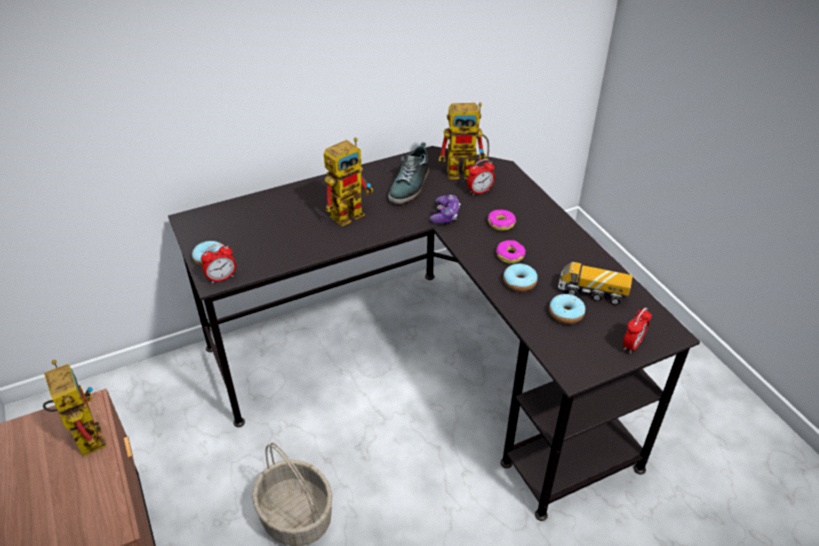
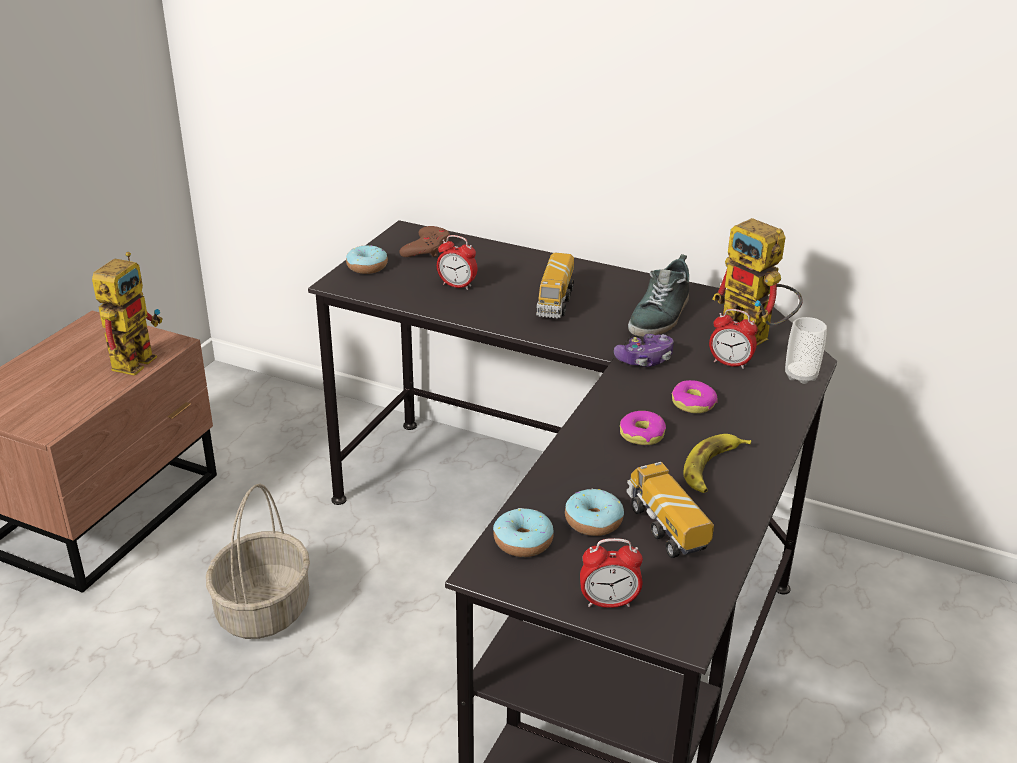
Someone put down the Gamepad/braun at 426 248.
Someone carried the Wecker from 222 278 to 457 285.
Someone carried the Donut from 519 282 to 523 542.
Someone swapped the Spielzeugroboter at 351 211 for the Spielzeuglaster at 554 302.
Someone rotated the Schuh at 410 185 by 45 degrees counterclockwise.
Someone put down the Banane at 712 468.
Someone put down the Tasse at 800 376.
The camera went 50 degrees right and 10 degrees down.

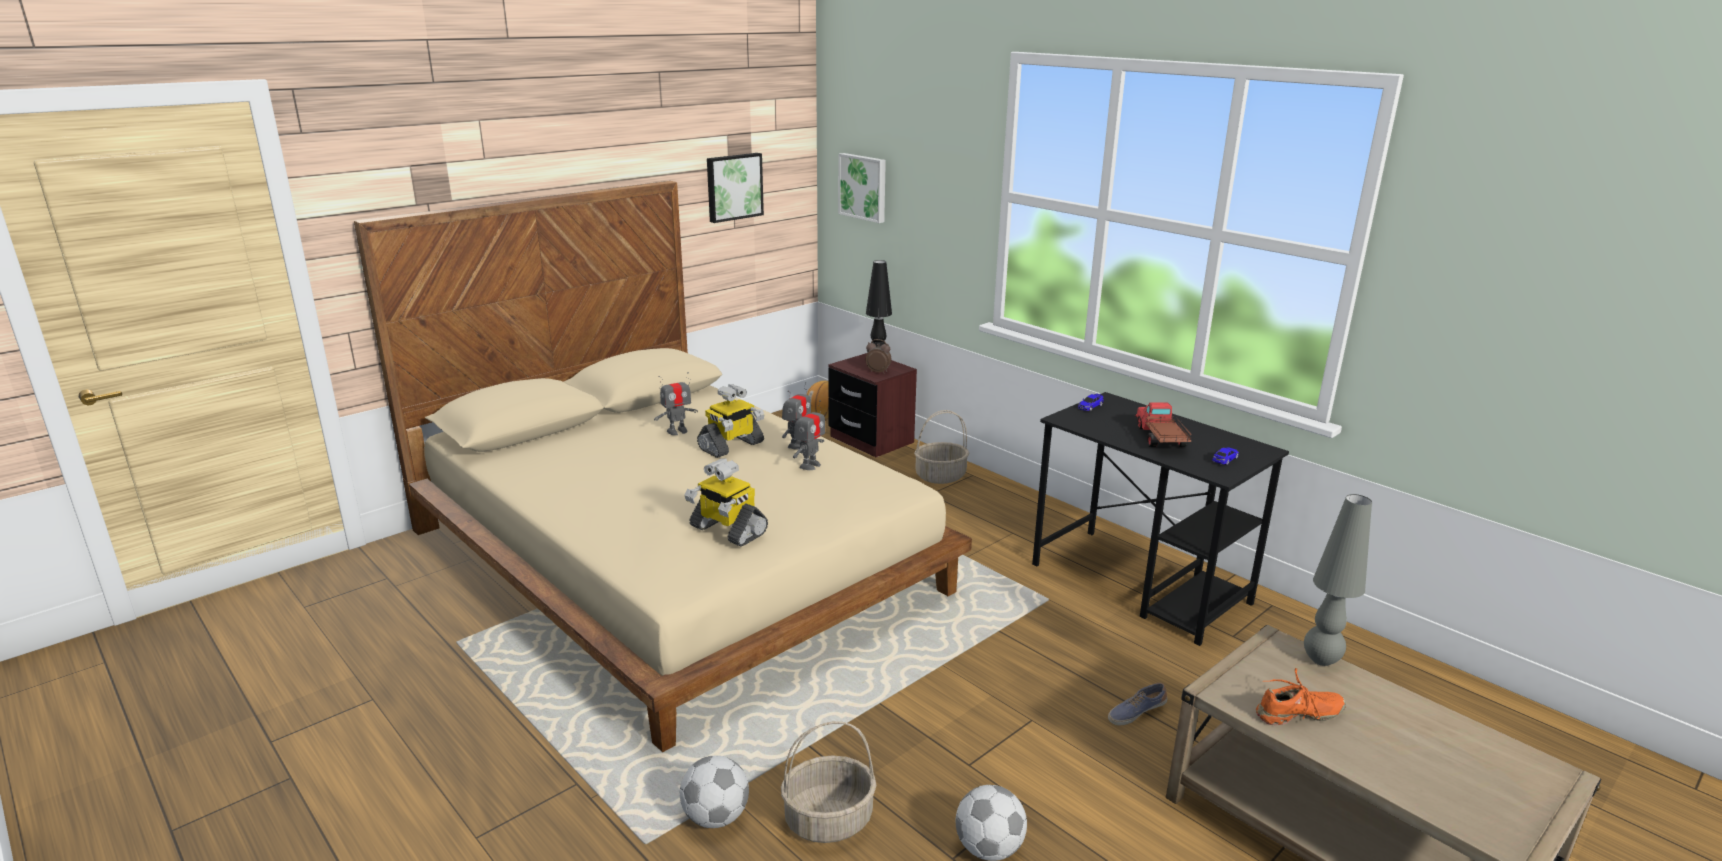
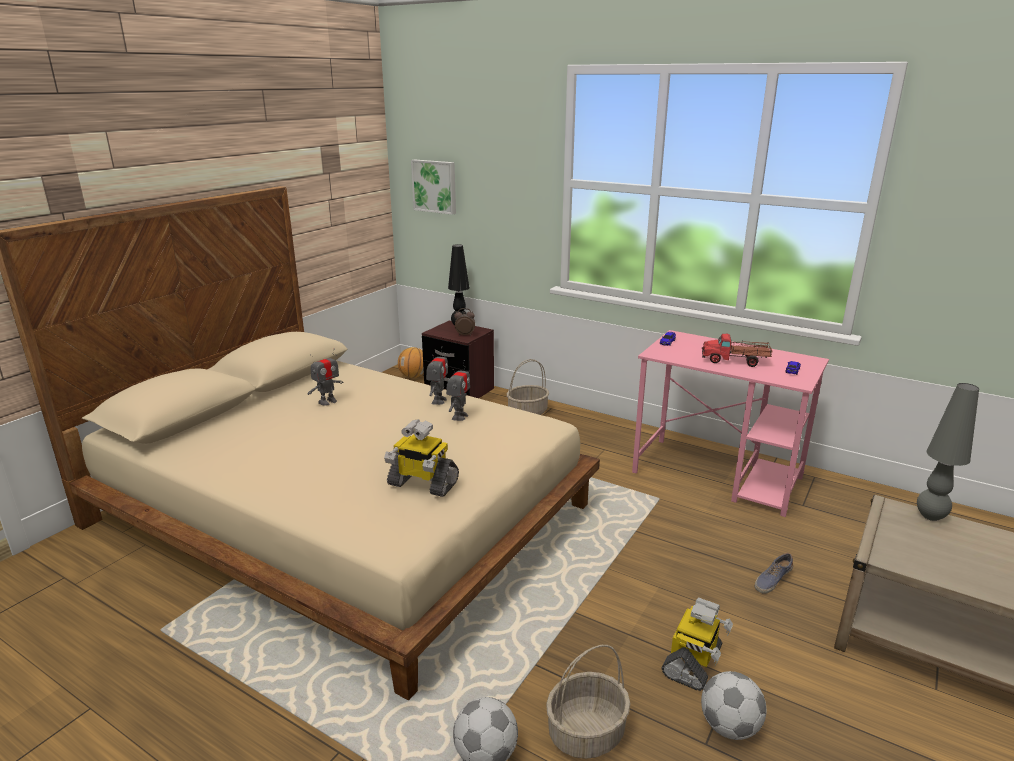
Someone repainted the Schreibtisch/schwarz at 1141 584, which became the Schreibtisch/rosa at 718 475.
Someone carried the Spielzeugroboter from 731 446 to 693 663.
Someone rotated the Spielzeuglaster at 1160 439 by 60 degrees counterclockwise.
Someone took away the Bild at 733 187.
Someone took away the Schuh/orange at 1298 715.
The camera went 15 degrees left and 0 degrees up.

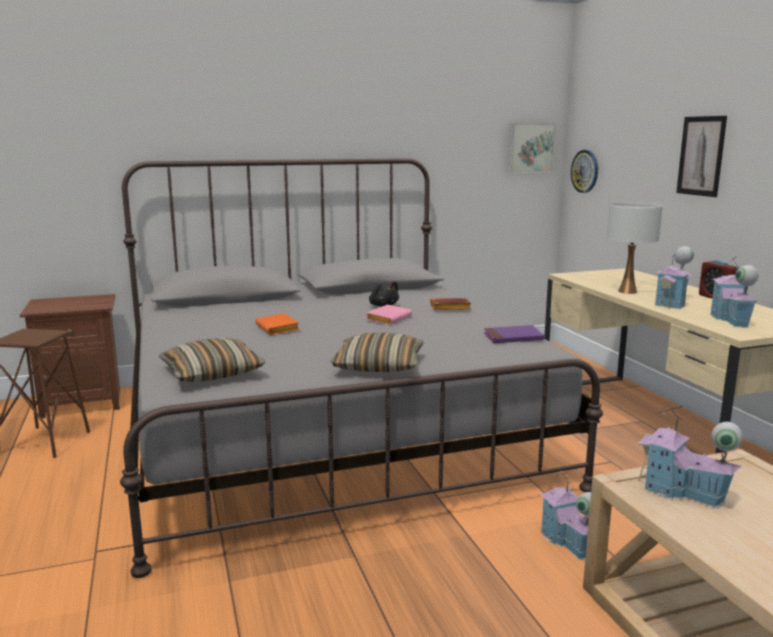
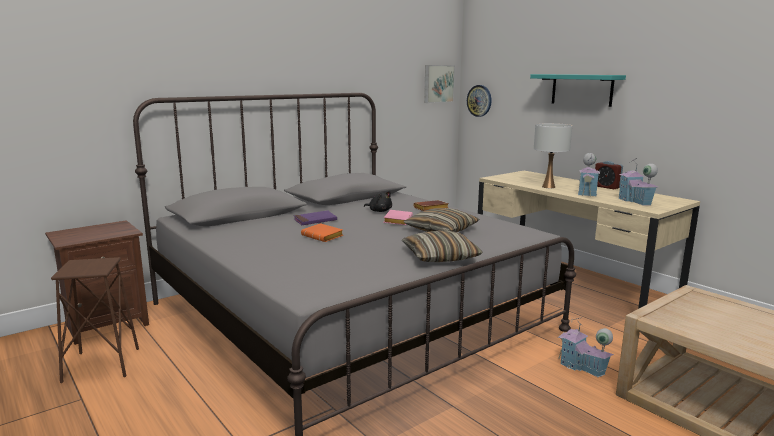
Someone carried the Buch/lila from 513 337 to 315 220.
Someone carried the Kissen from 212 373 to 441 230.
Someone swapped the Bild at 701 156 for the Wandregal/türkis at 581 89.
Someone took away the Spielzeughaus at 682 492.
The camera went 20 degrees left and 0 degrees up.

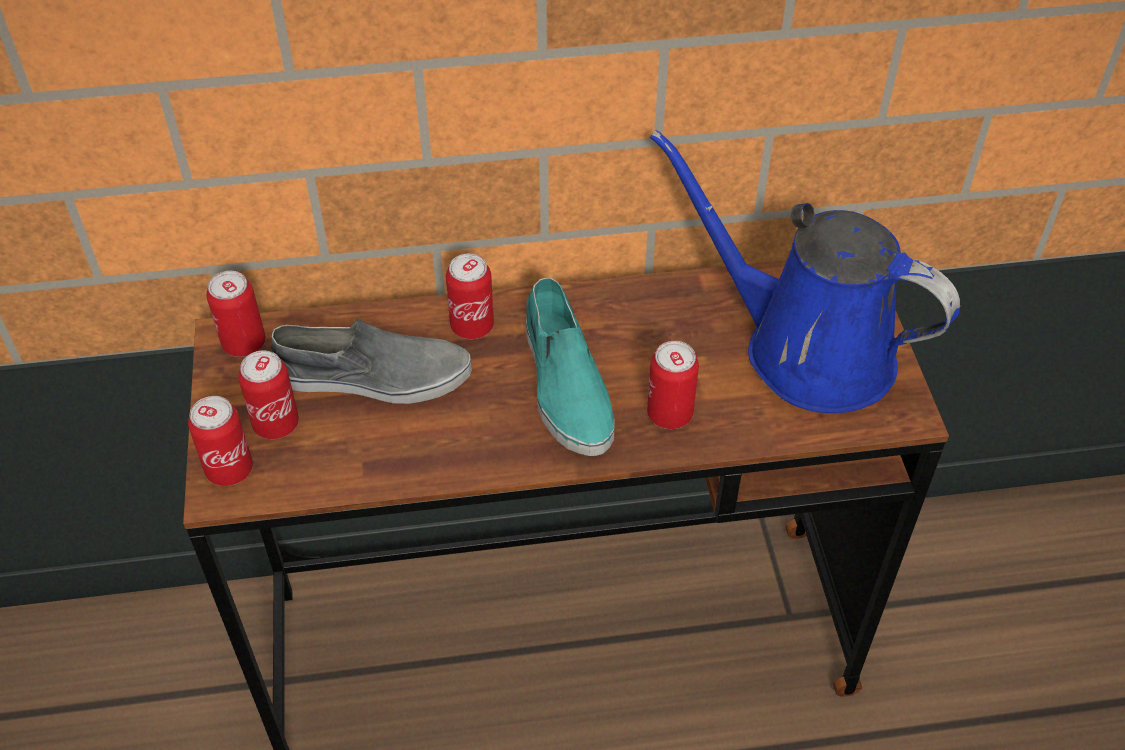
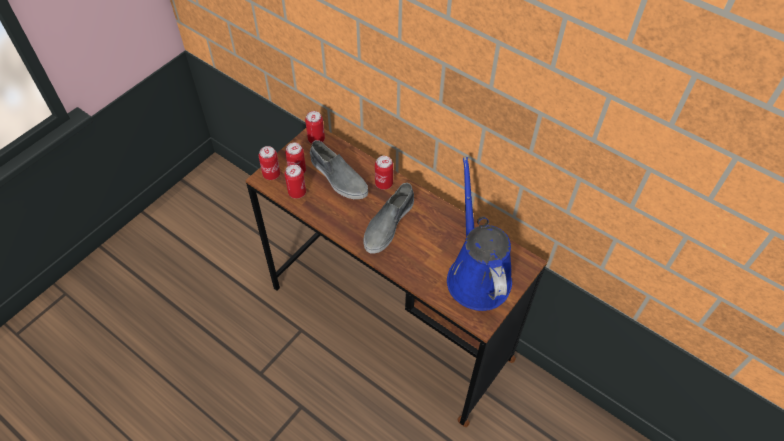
Someone carried the Dose from 669 414 to 297 192.
Someone repainted the Schuh/türkis at 565 384, which became the Schuh/grau at 388 224.
The camera went 45 degrees right and 5 degrees up.

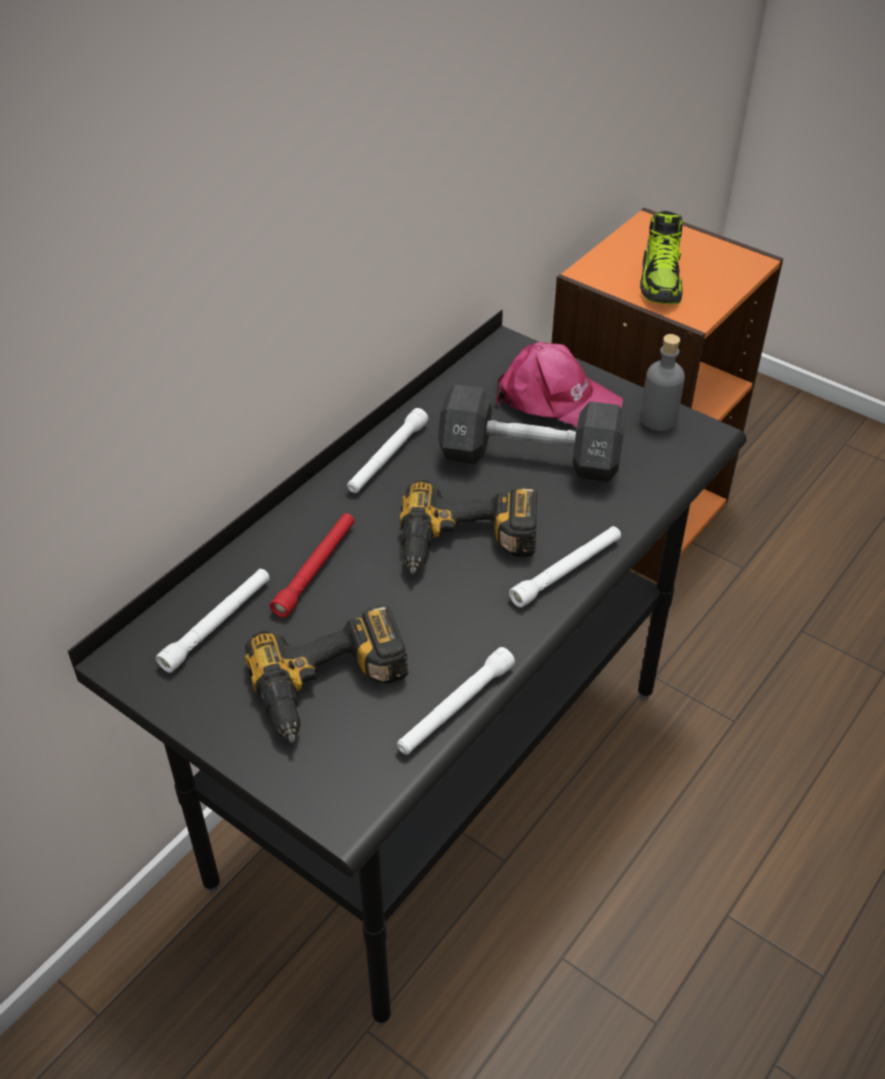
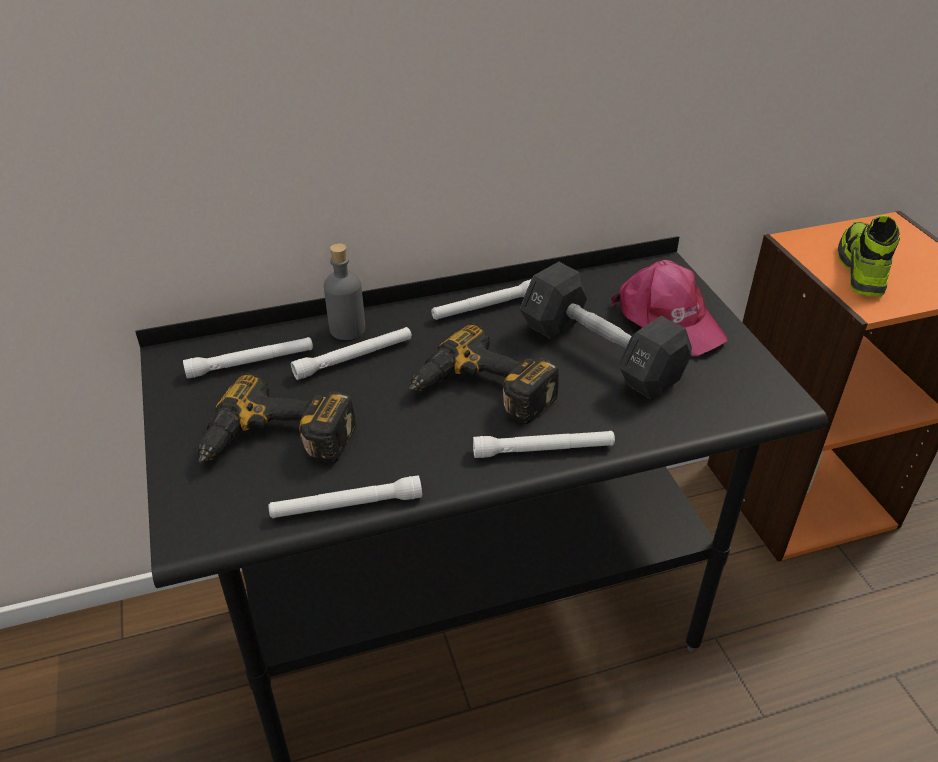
Someone repainted the Taschenlampe/rot at 316 569, which became the Taschenlampe/weiß at 354 358.
Someone carried the Flasche/grau from 658 419 to 347 329.
Someone rotated the Schuh at 660 281 by 150 degrees clockwise.
The camera went 35 degrees right and 5 degrees down.

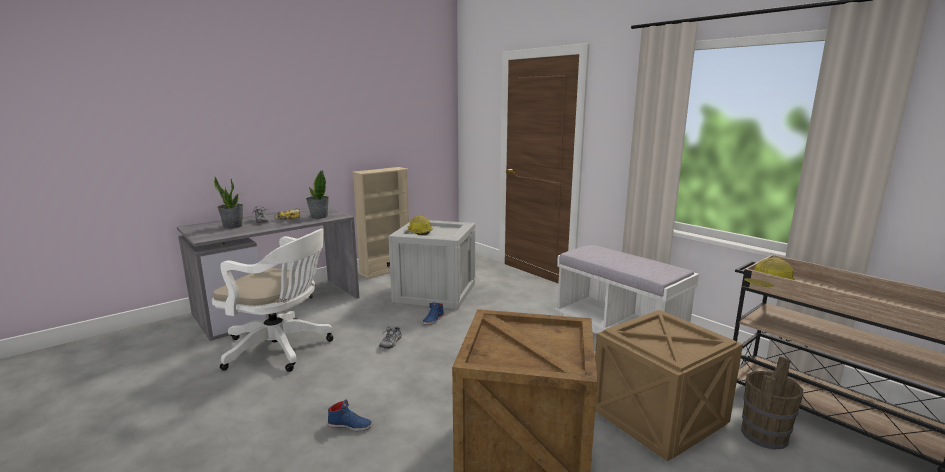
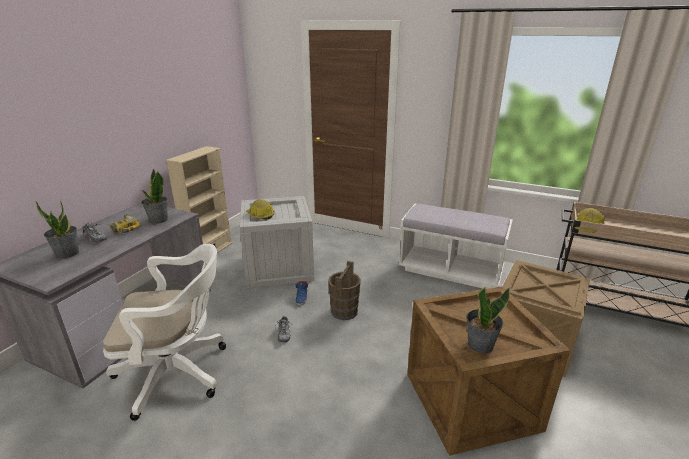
Someone carried the Eimer/braun from 763 435 to 344 312.
Someone put down the Topfpflanze at 480 344.
Someone took away the Schuh/blau at 350 425.
The camera went 25 degrees left and 10 degrees up.

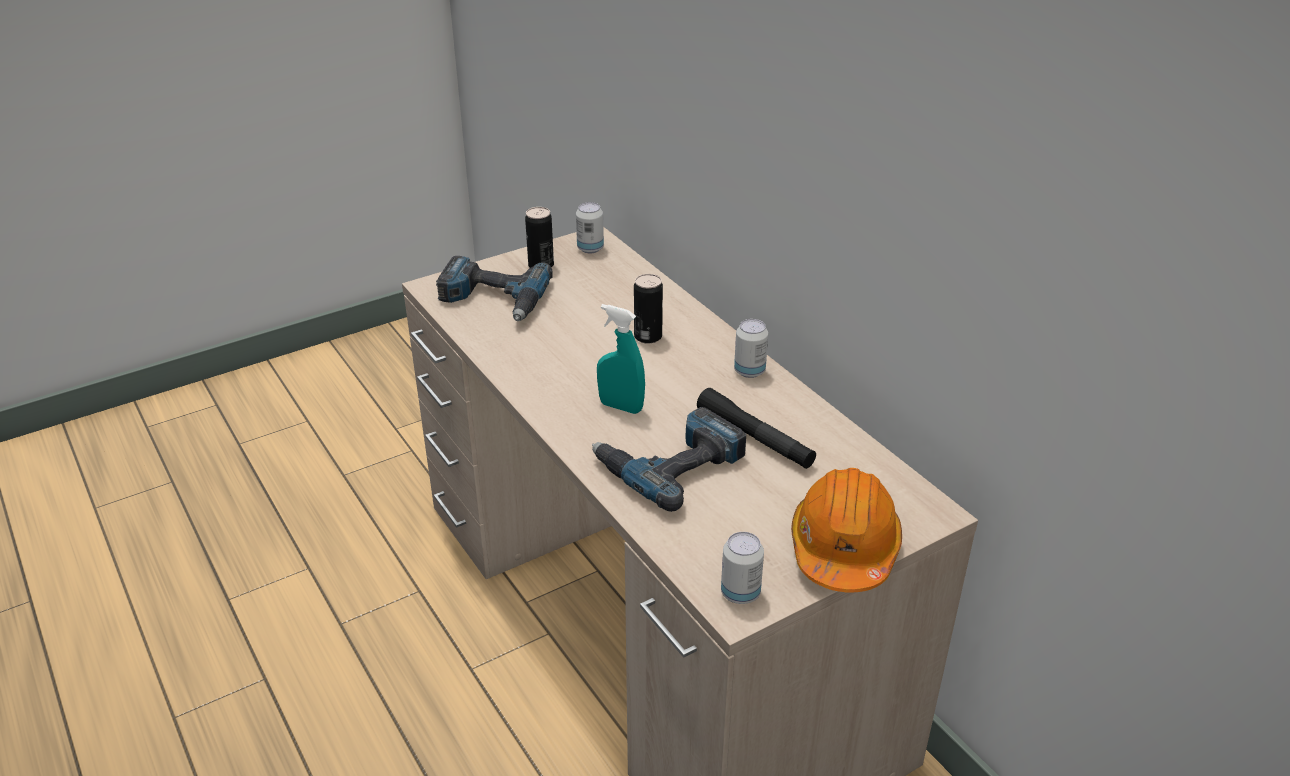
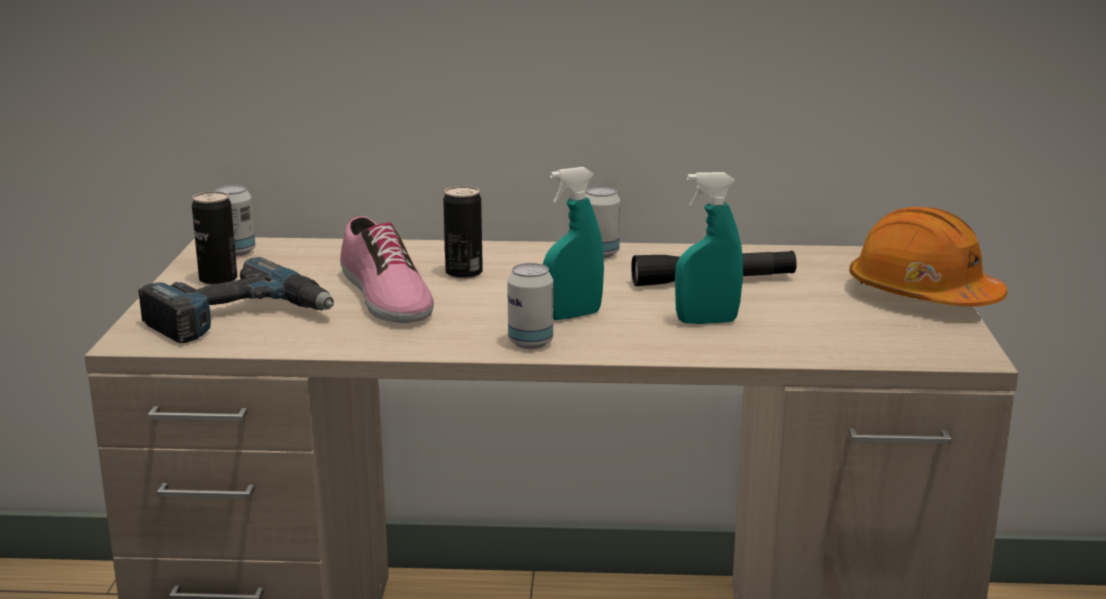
Someone put down the Schuh at 383 296.
Someone carried the Dose from 740 593 to 530 342.
Someone swapped the Bohrmaschine at 670 464 for the Sprühflasche/türkis at 706 321.
The camera went 55 degrees left and 15 degrees down.

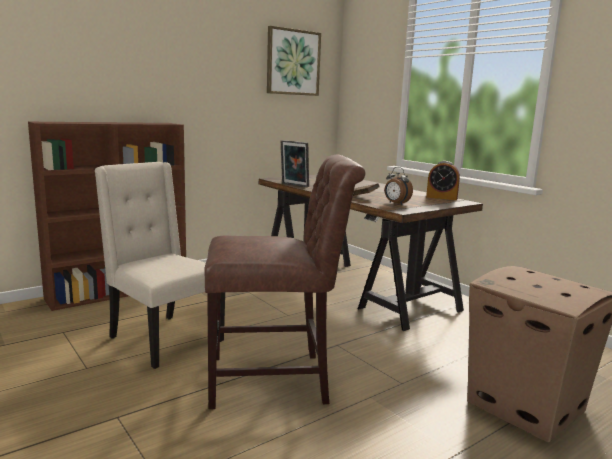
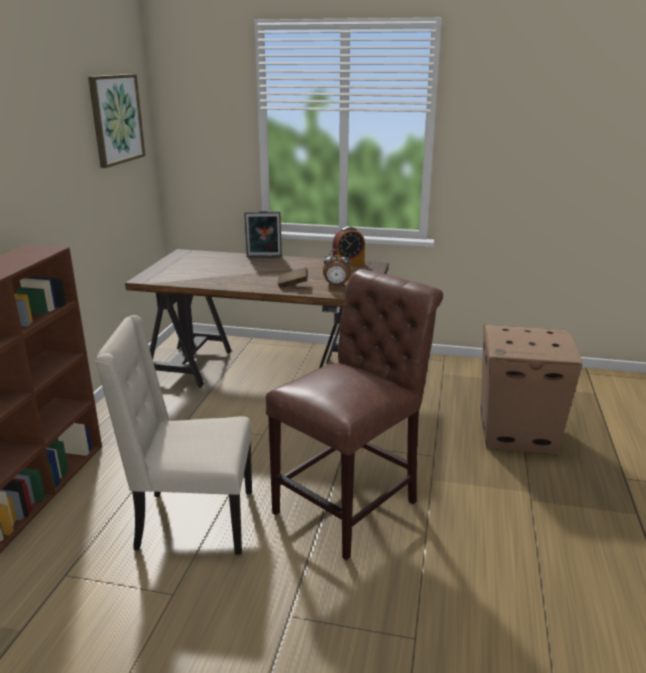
Someone carried the Bilderrahmen from 294 185 to 264 257.
The camera went 40 degrees left and 10 degrees up.

